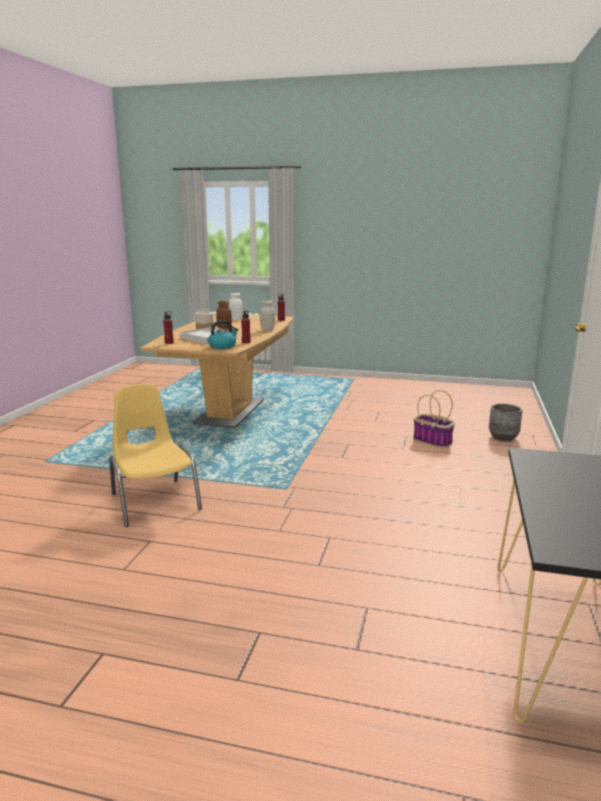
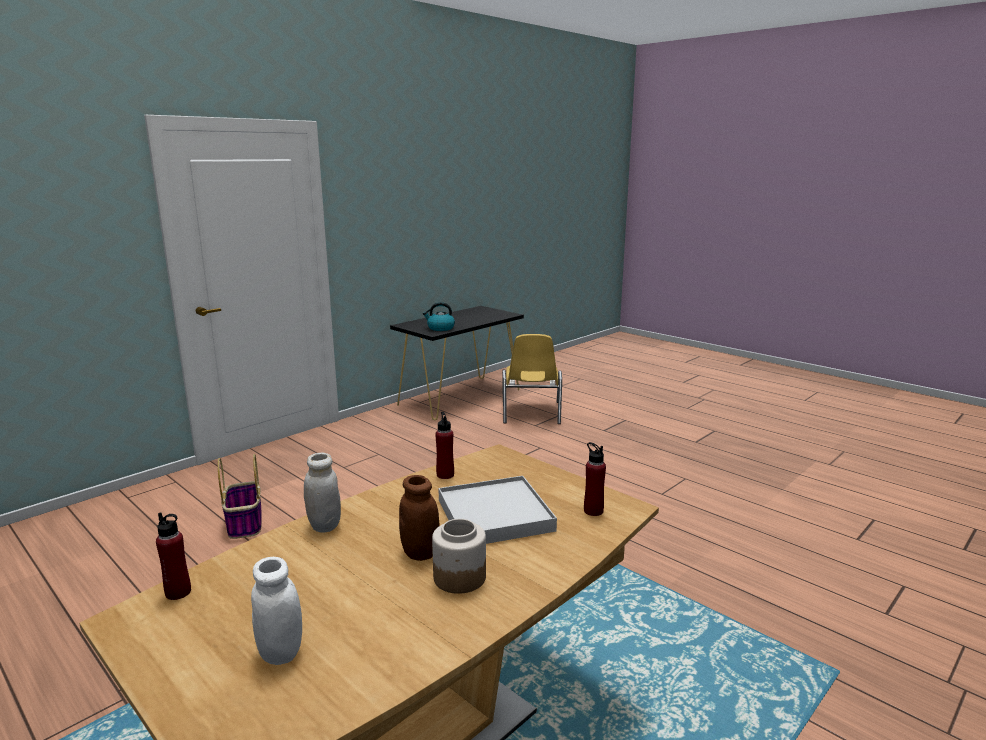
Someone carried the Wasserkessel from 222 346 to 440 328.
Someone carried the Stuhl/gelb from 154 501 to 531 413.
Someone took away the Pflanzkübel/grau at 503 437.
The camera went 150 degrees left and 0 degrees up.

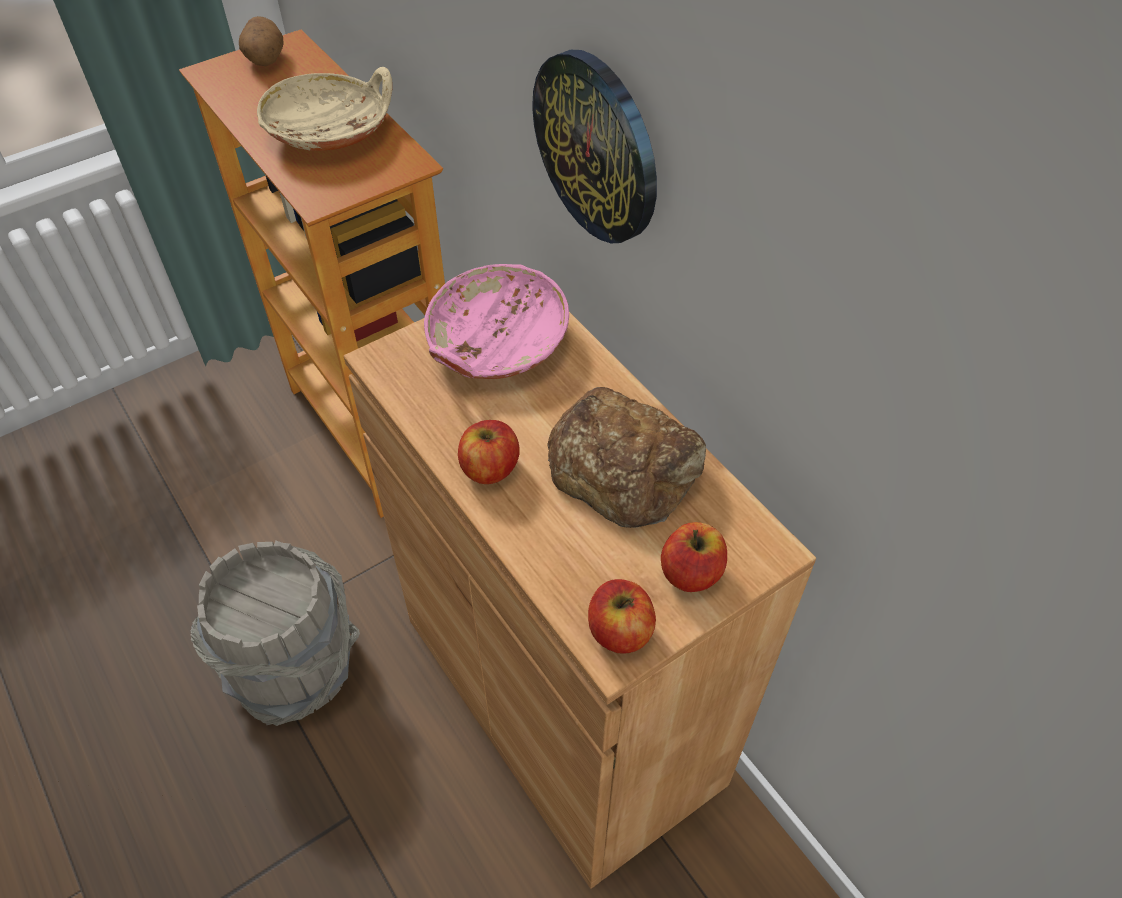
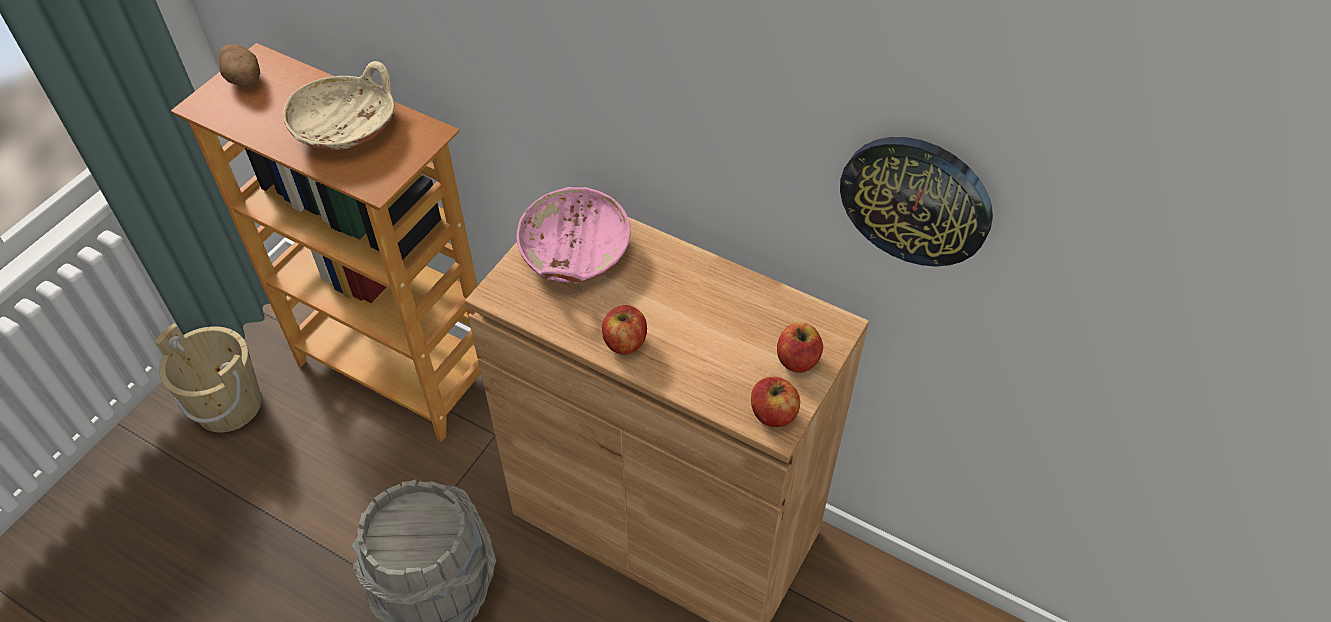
Someone put down the Eimer/beige at 228 405.
Someone carried the Wanduhr from 597 147 to 916 200.
Someone took away the Brot at 624 466.
The camera went 25 degrees left and 0 degrees up.

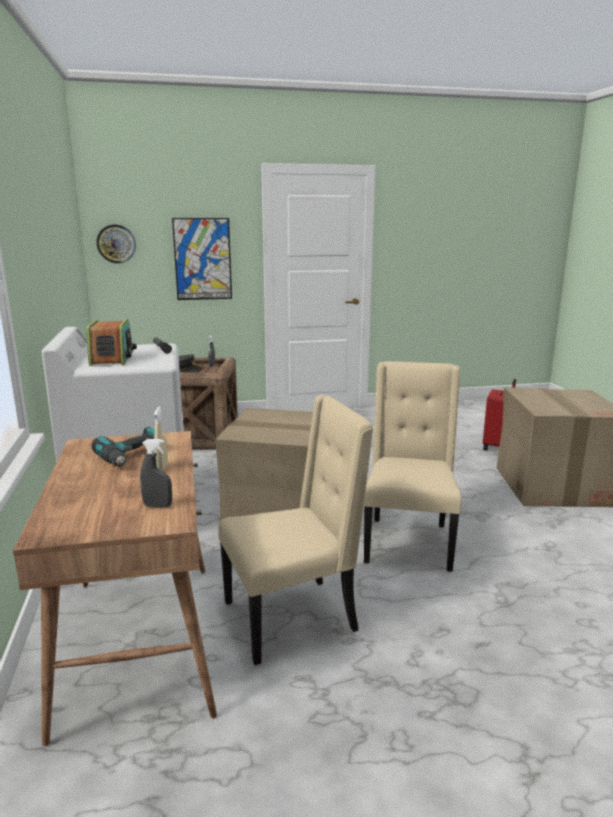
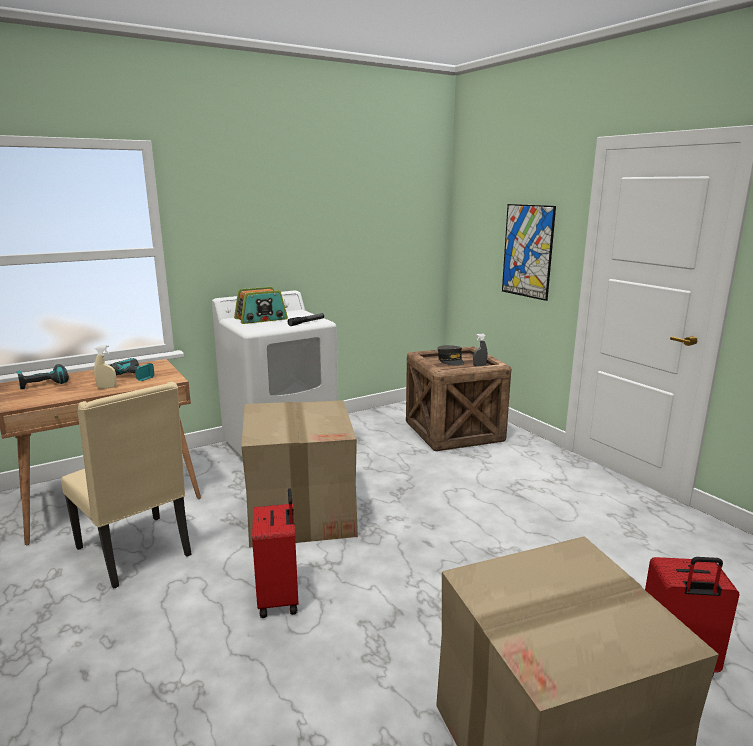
Someone put down the Bohrmaschine at 44 382.
Someone swapped the Stuhl/beige at 408 542 for the Koffer/rot at 280 598.
Someone took away the Wanduhr at 116 244.
Someone took away the Sprühflasche/grau at 157 505.
The camera went 70 degrees right and 0 degrees up.

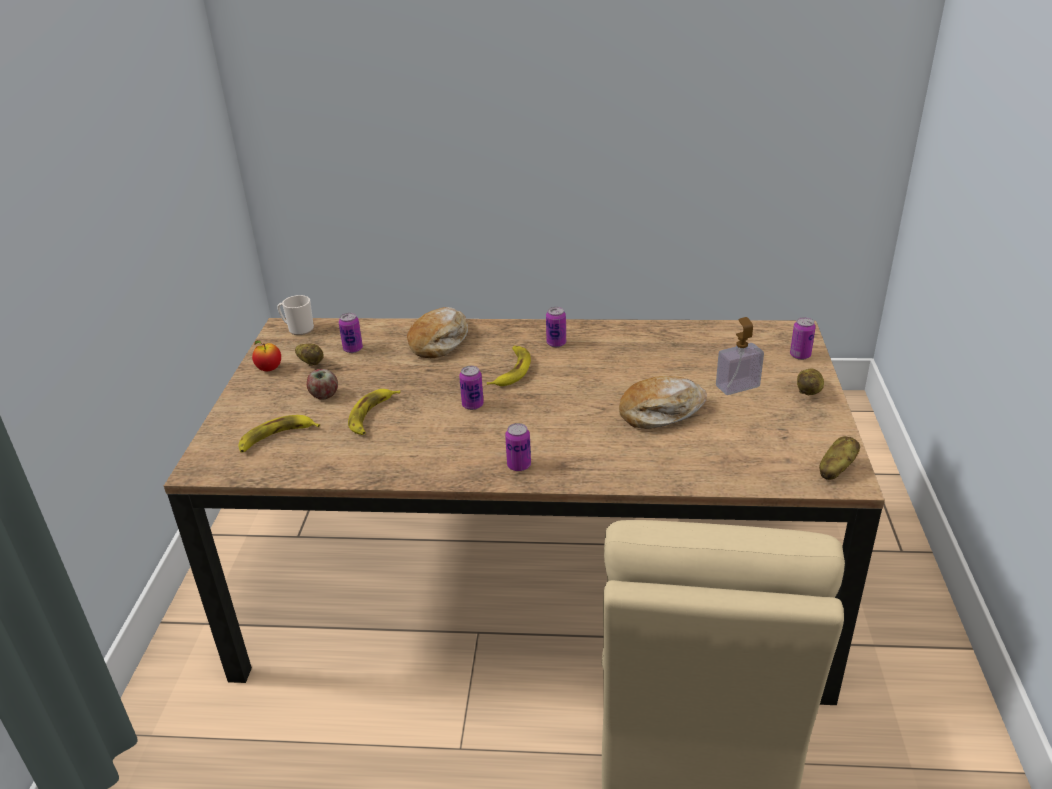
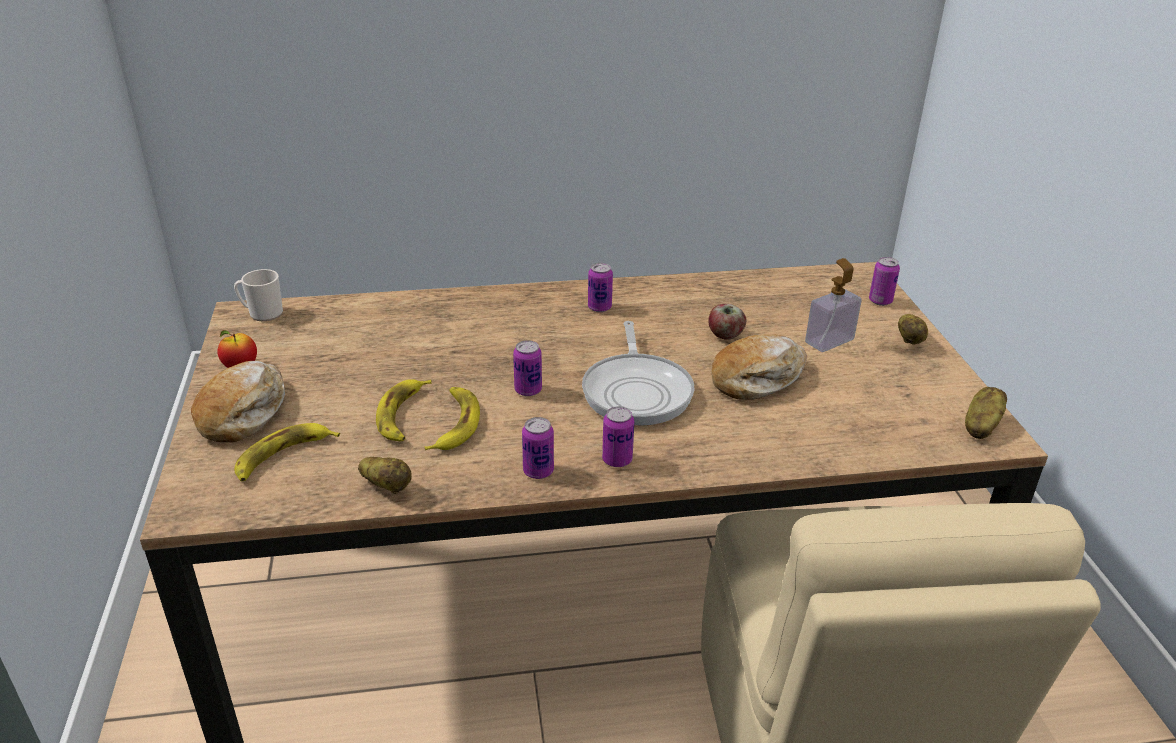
Someone carried the Brot from 439 341 to 243 413.
Someone carried the Kartoffel from 311 363 to 387 486.
Someone carried the Banane from 511 370 to 454 424.
Someone carried the Dose from 353 349 to 538 471.
Someone put down the Pfanne at 637 391.
Someone carried the Apfel from 324 396 to 725 336.
The camera went 15 degrees left and 0 degrees up.

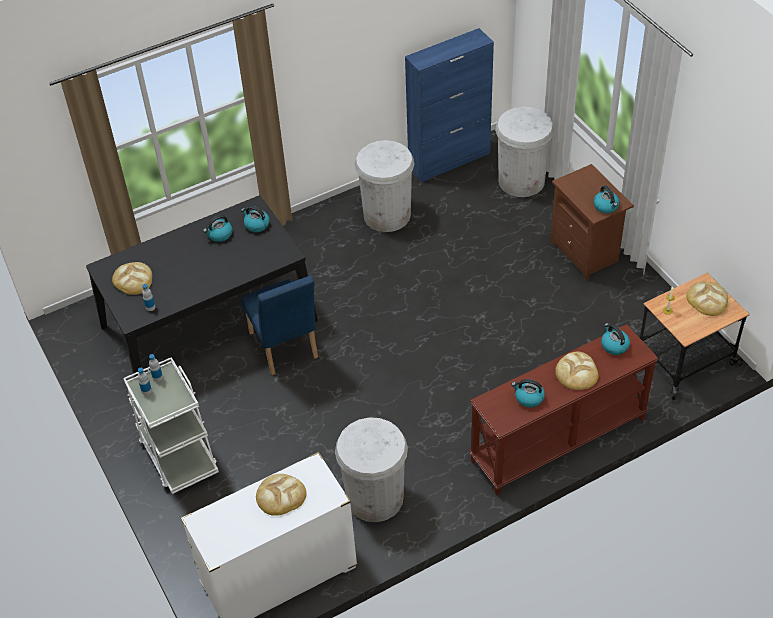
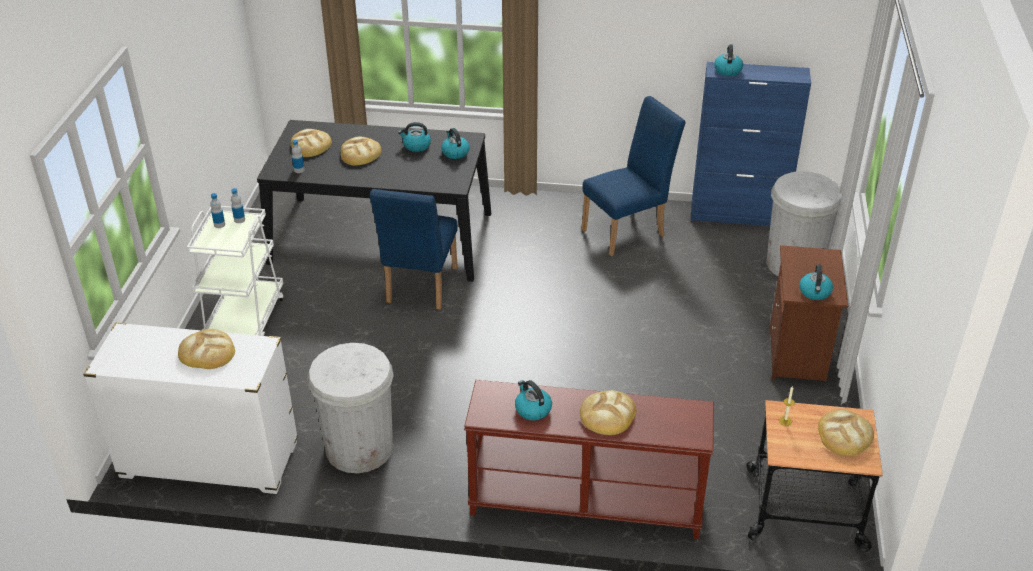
Someone put down the Brot at 360 154.
Someone swapped the Mülleimer/weiß at 387 215 for the Stuhl/blau at 628 231.
Someone carried the Wasserkessel from 614 345 to 727 70.
The camera went 35 degrees right and 10 degrees down.

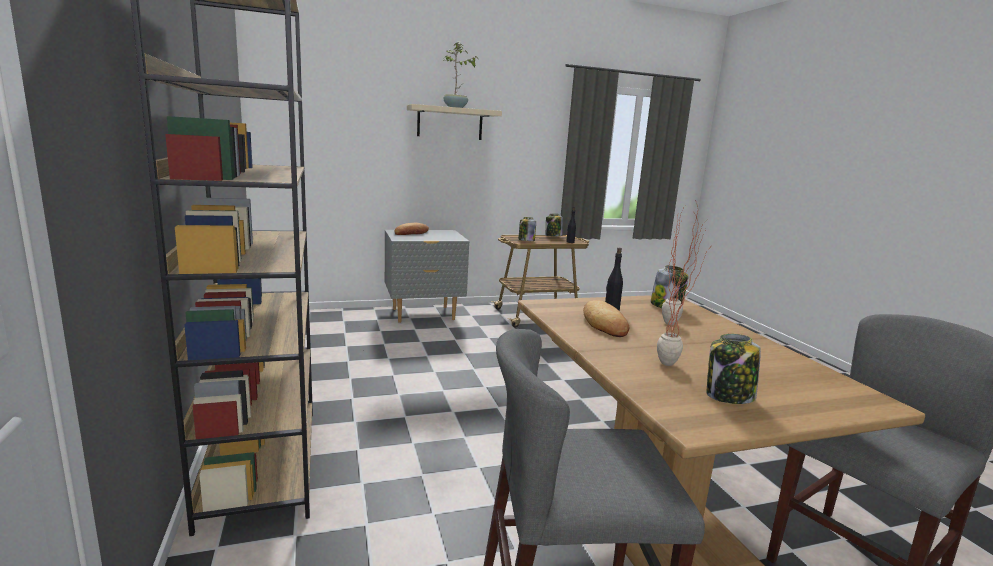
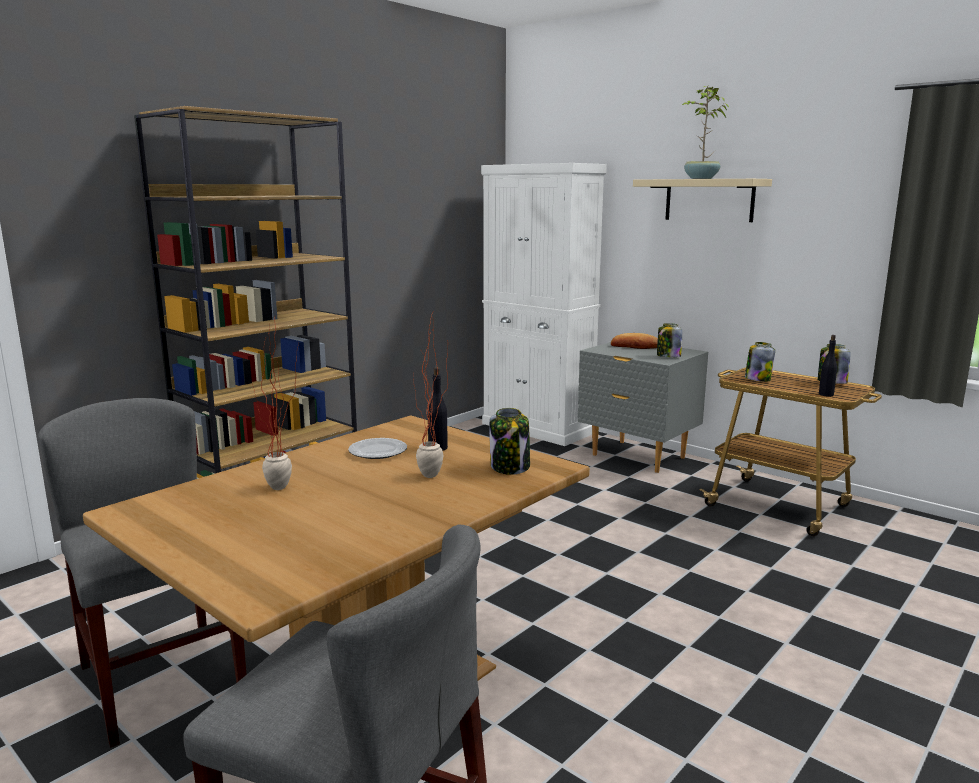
Someone swapped the Brot at 604 324 for the Teller at 378 452.
Someone put down the Schrank/weiß at 538 428.
Someone carried the Vorratsglas from 729 396 to 668 356.
The camera went 60 degrees right and 0 degrees up.

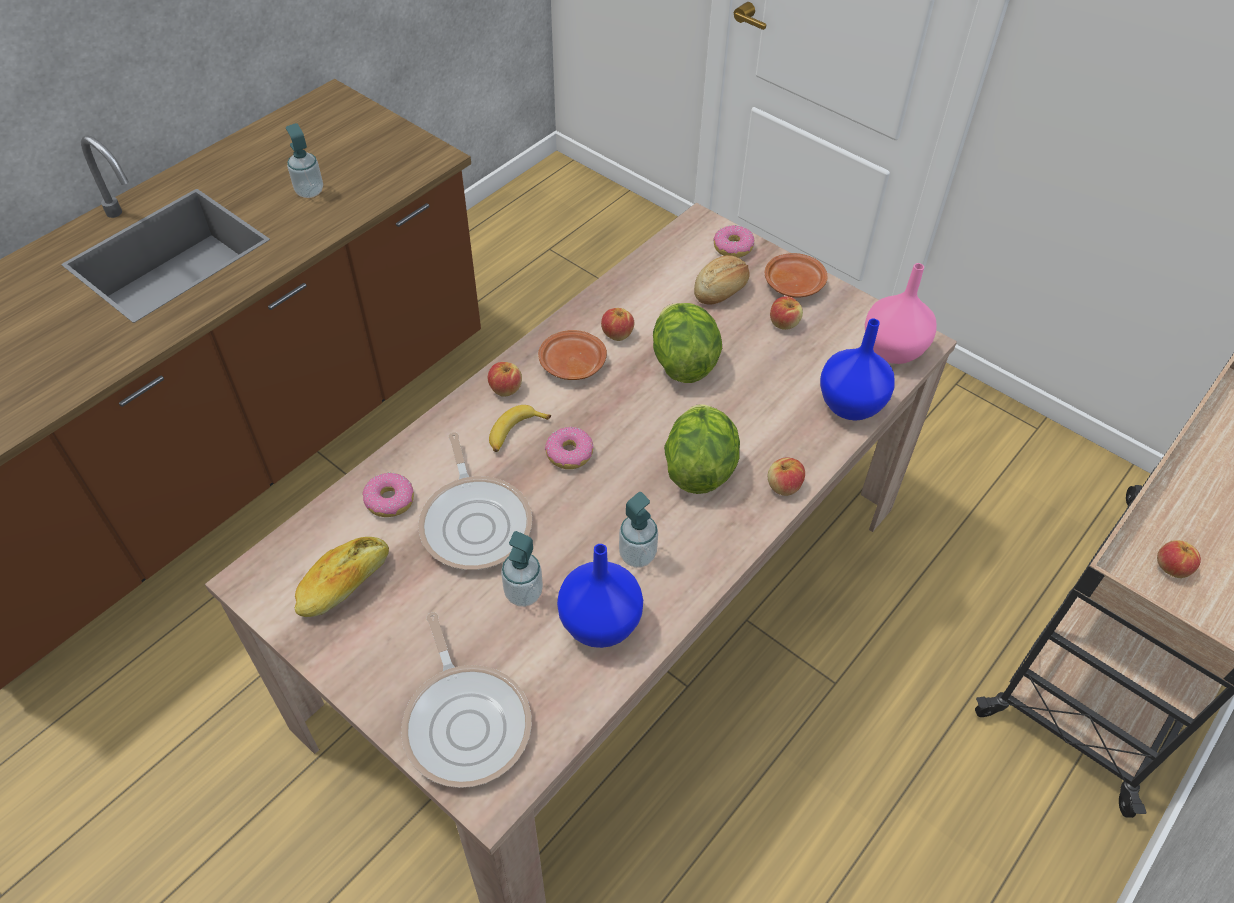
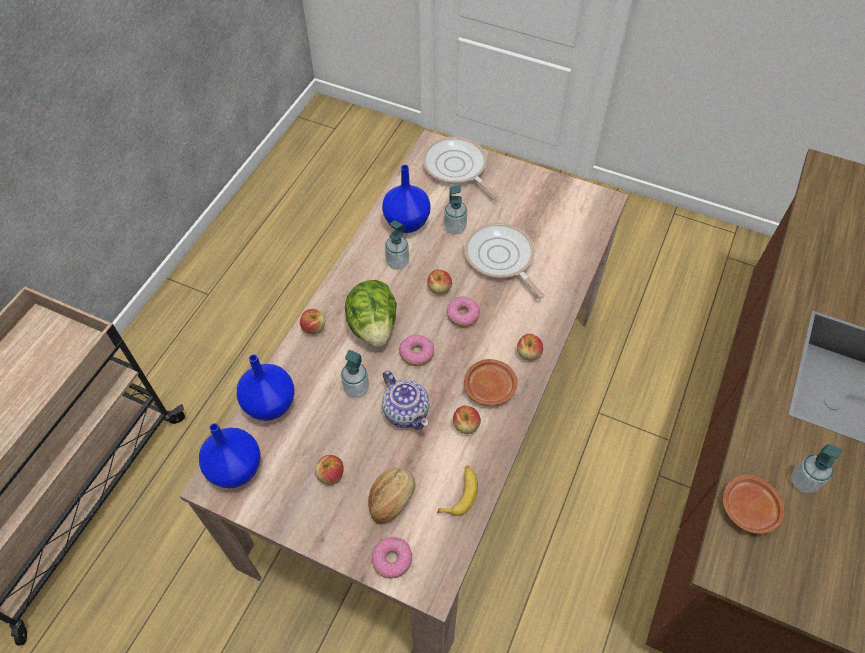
Someone repainted the Vase/rosa at 891 350, which became the Vase/blau at 237 469.
Someone put down the Seifenspender at 356 389.
Someone swapped the Salatkopf at 682 362 for the Teekanne at 406 411.
Someone carried the Donut from 389 500 to 417 353.
Someone carried the Apfel from 1171 567 to 439 288.
Someone carried the Banane from 515 433 to 460 493.
Someone carried the Teller/braun from 794 283 to 749 509.
Someone took away the Brot at 344 584.
The camera went 165 degrees right and 5 degrees up.

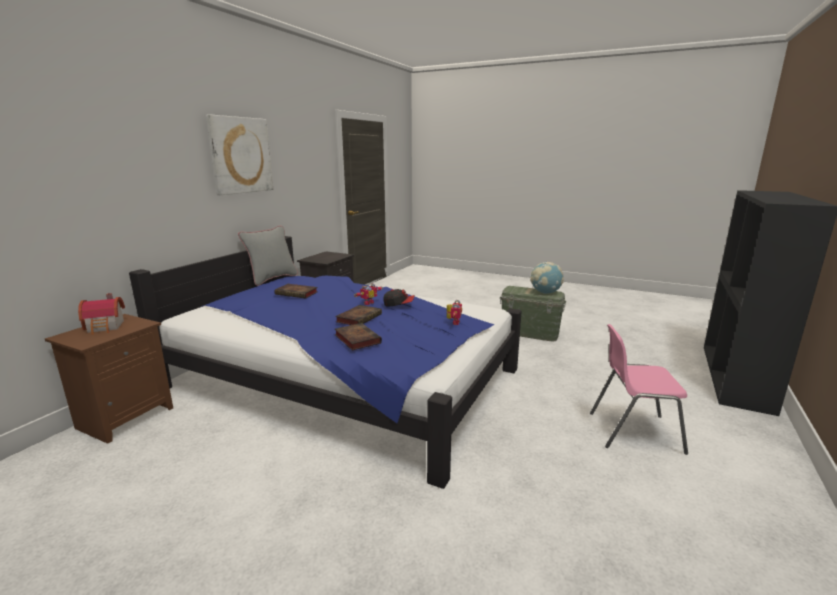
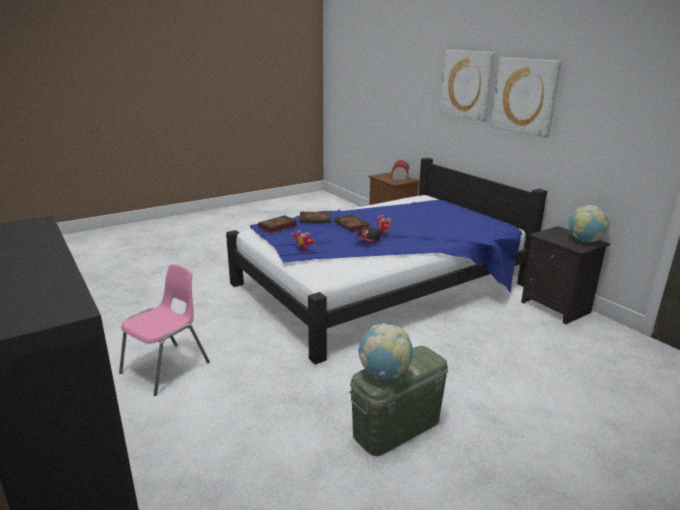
Someone carried the Buch from 297 293 to 277 226.
Someone put up the Bild at 466 84.
Someone put down the Globus at 585 241.
Someone took away the Kissen/grau at 272 279.
The camera went 120 degrees right and 5 degrees up.

